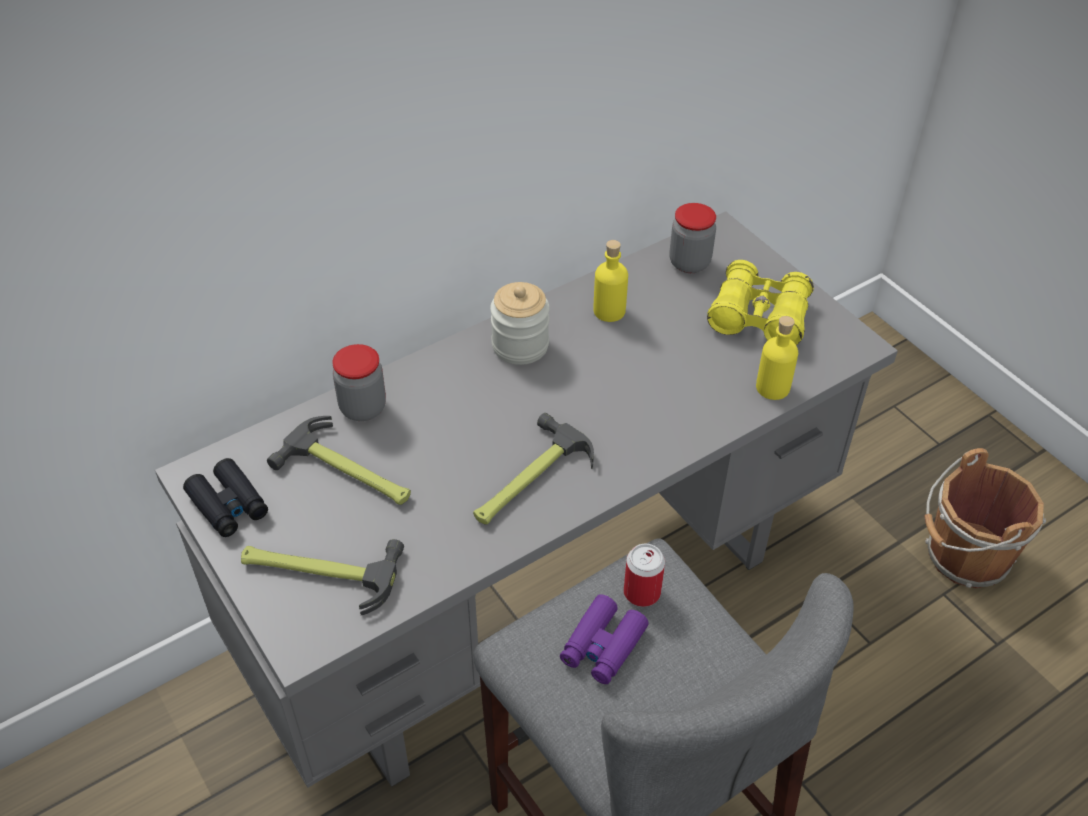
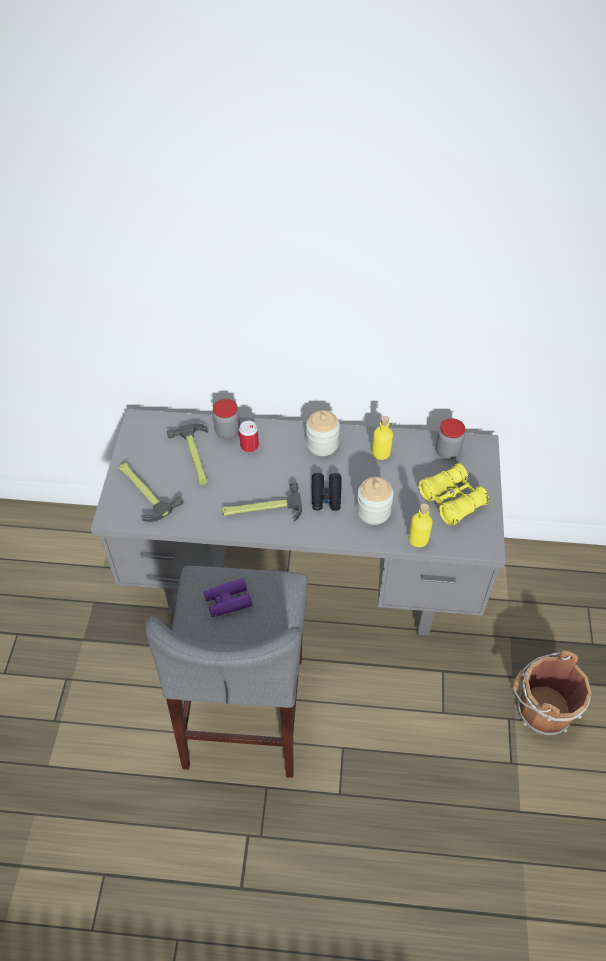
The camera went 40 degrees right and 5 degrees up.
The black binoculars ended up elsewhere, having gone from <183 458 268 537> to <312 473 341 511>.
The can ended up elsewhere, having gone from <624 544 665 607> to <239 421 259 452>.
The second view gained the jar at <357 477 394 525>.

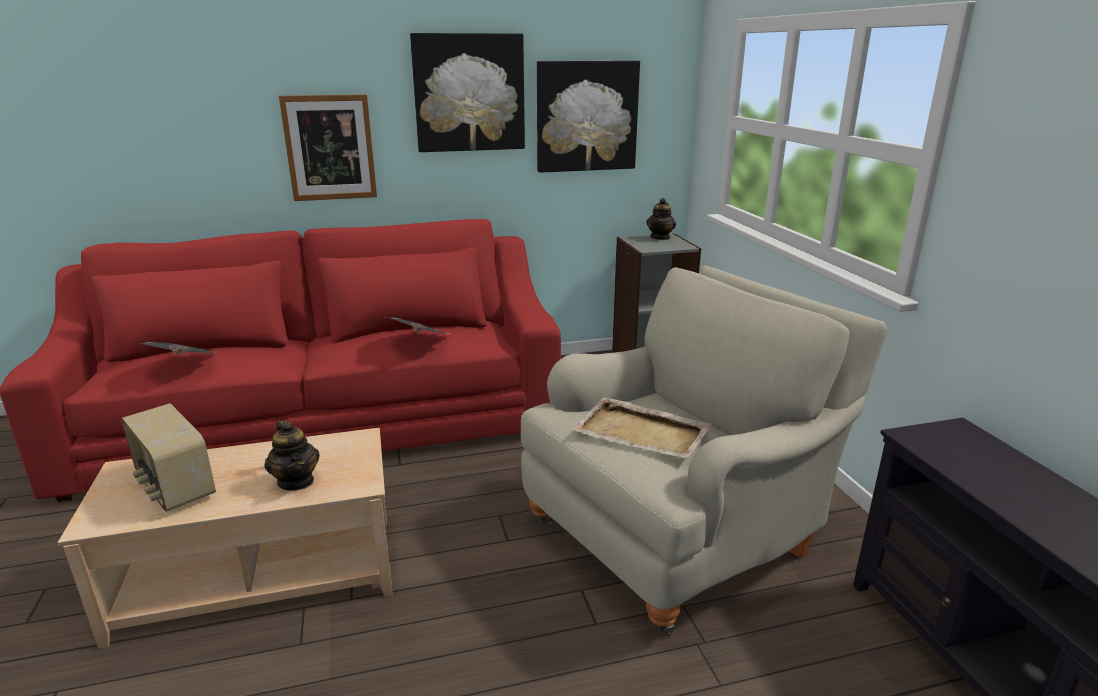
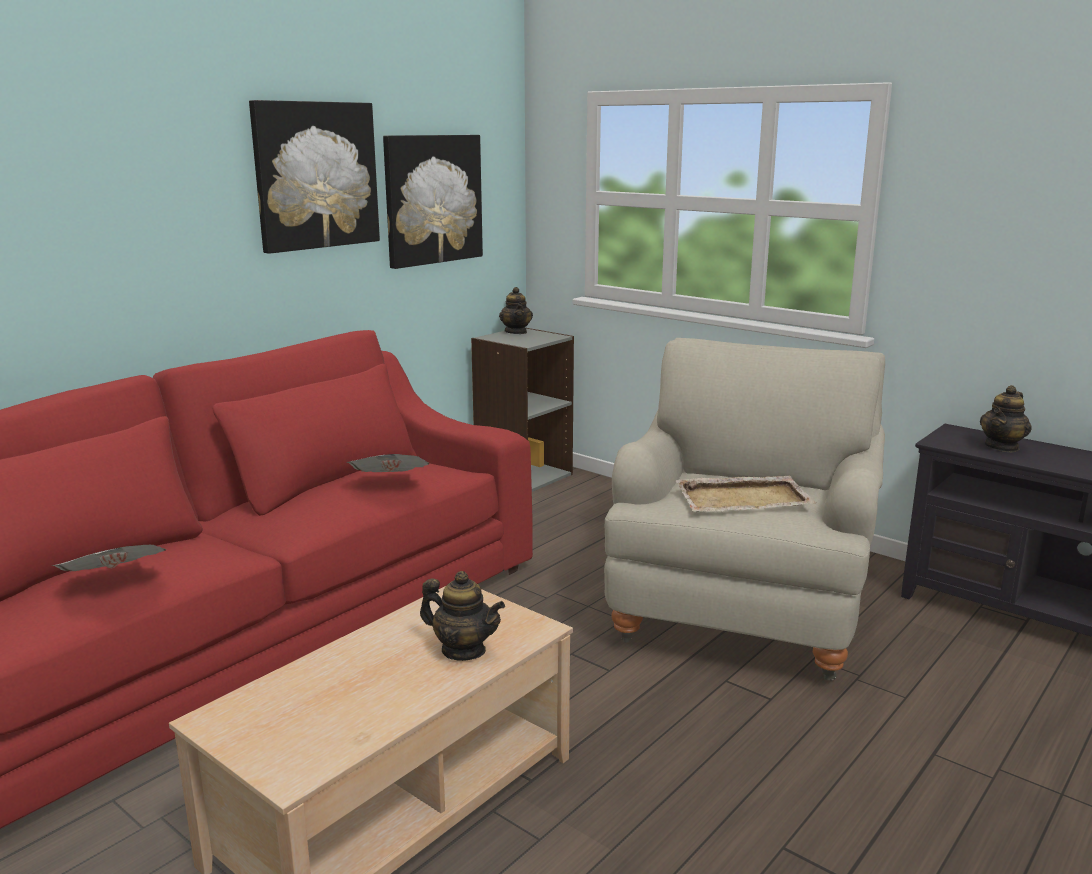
The camera went 35 degrees left and 5 degrees down.
The second view lost the radio at <121 403 216 512>.
The second view lost the picture at <279 94 377 201>.
The second view gained the teapot at <980 385 1032 453>.

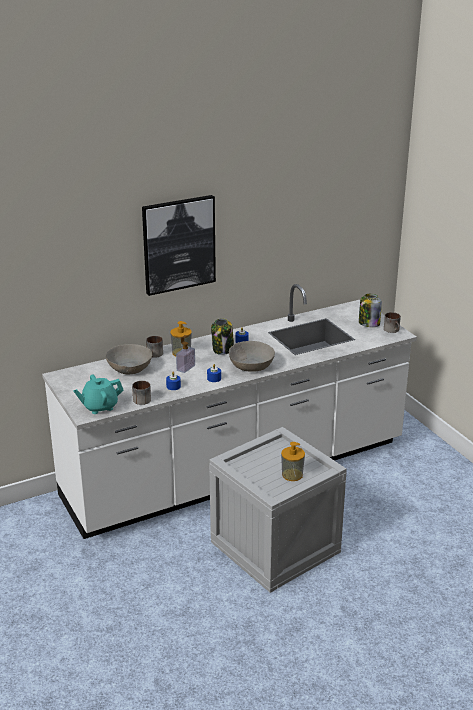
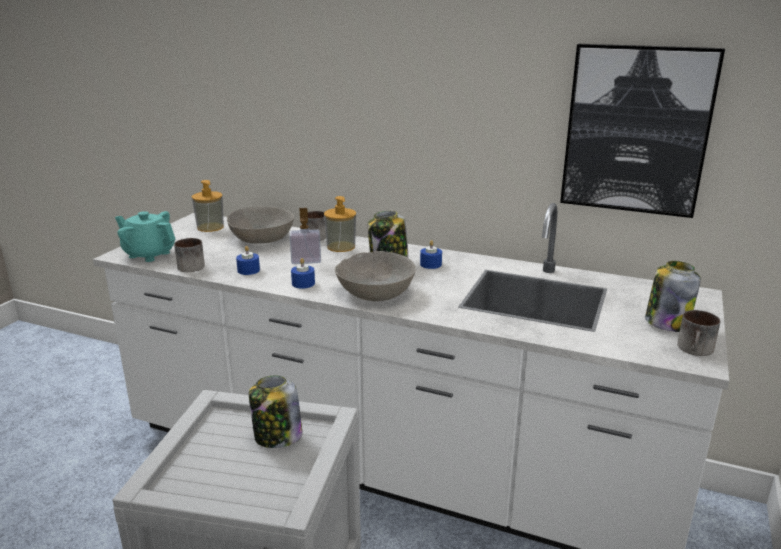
The camera went 50 degrees right and 5 degrees down.
The picture ended up elsewhere, having gone from <142 195 216 296> to <560 44 725 218>.
The soap dispenser ended up elsewhere, having gone from <281 442 305 481> to <192 180 224 232>.
The second view gained the jar at <249 376 303 448>.

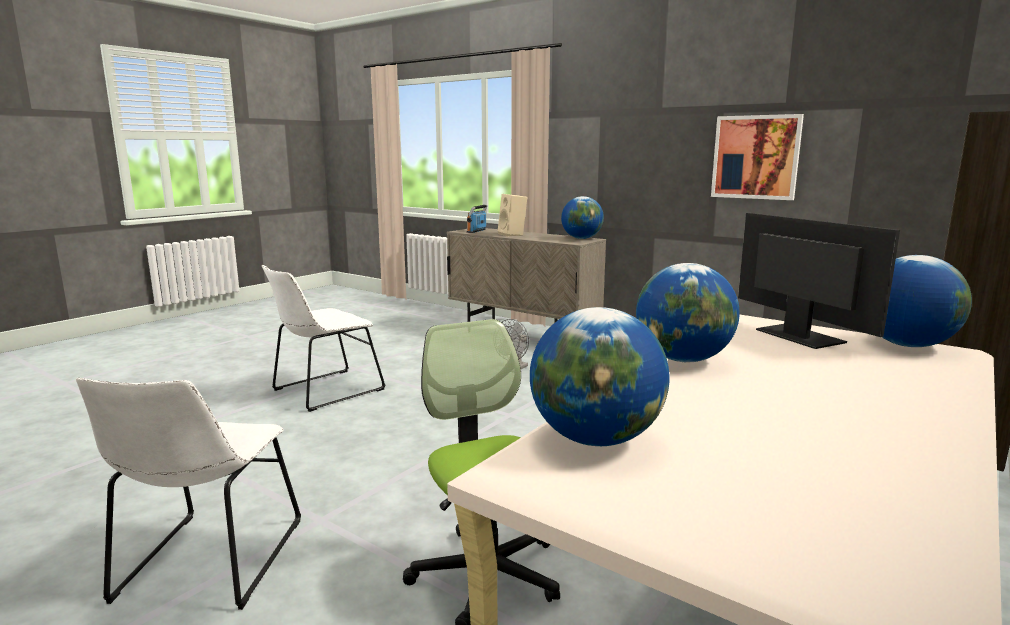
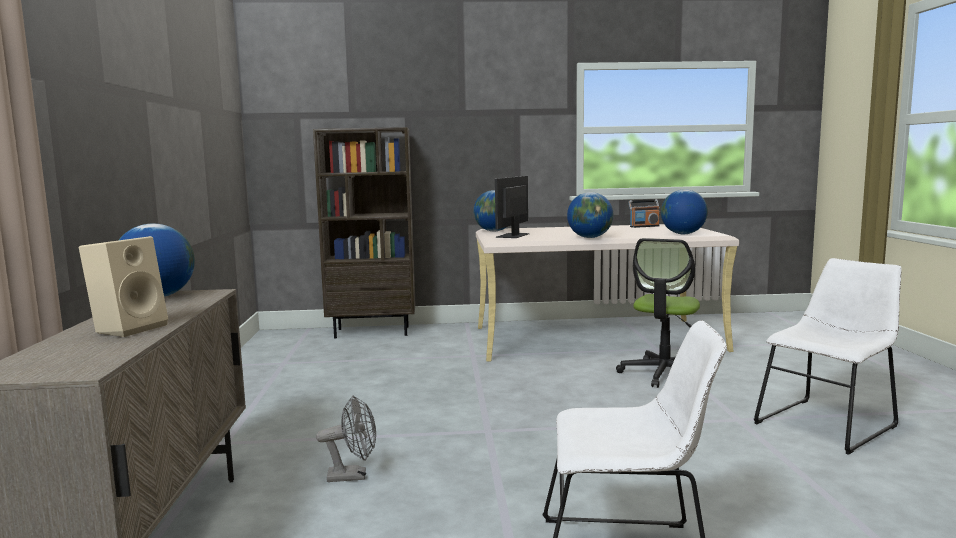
The camera went 130 degrees left and 5 degrees down.
The radio ended up elsewhere, having gone from <467 205 487 233> to <628 199 660 228>.
The second view lost the picture at <711 114 804 200>.

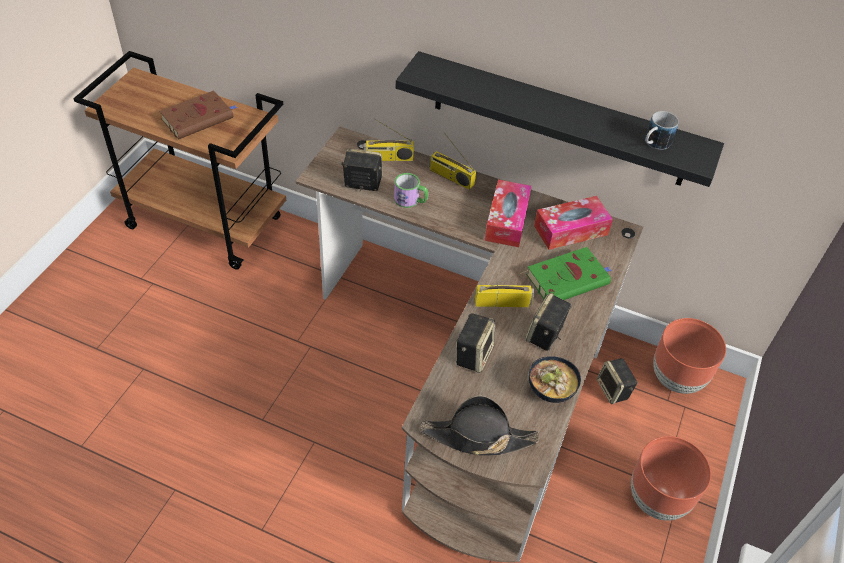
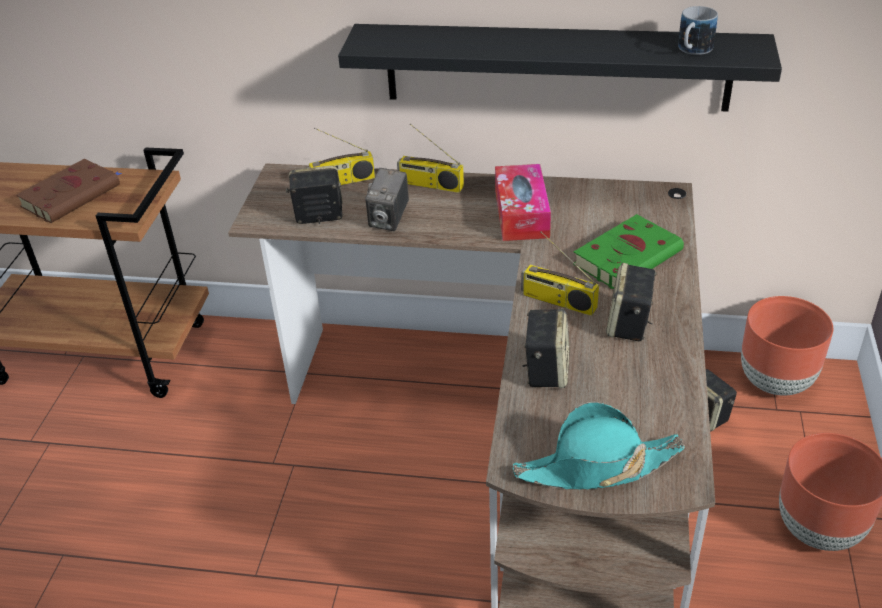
The camera went 10 degrees left and 10 degrees down.
Where the mug stood at <394 173 428 208>, the photo camera came to stand at <366 168 409 231>.
What was the black hat at <420 396 539 456> turned into the turquoise hat at <512 402 685 490>.
The radio at <475 270 534 307> ended up facing another way, 135 degrees counterclockwise from before.
The second view lost the bowl at <529 356 581 403>.
The second view lost the tissue box at <534 196 613 250>.

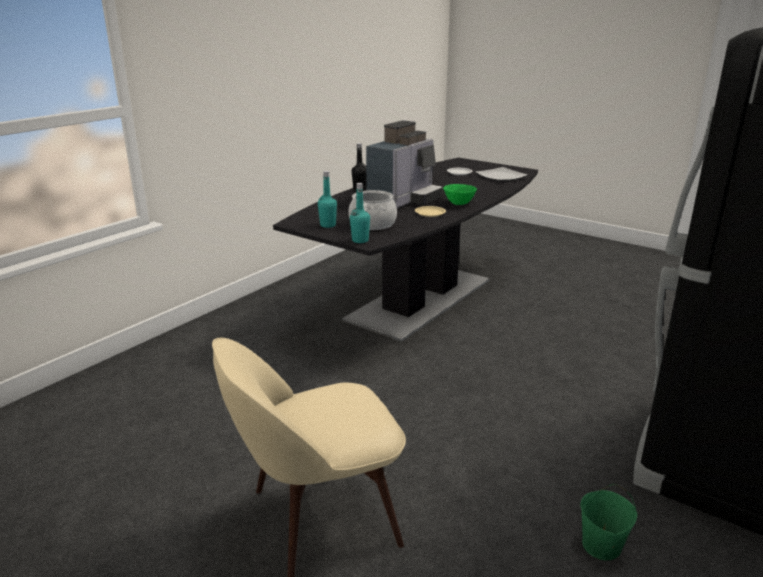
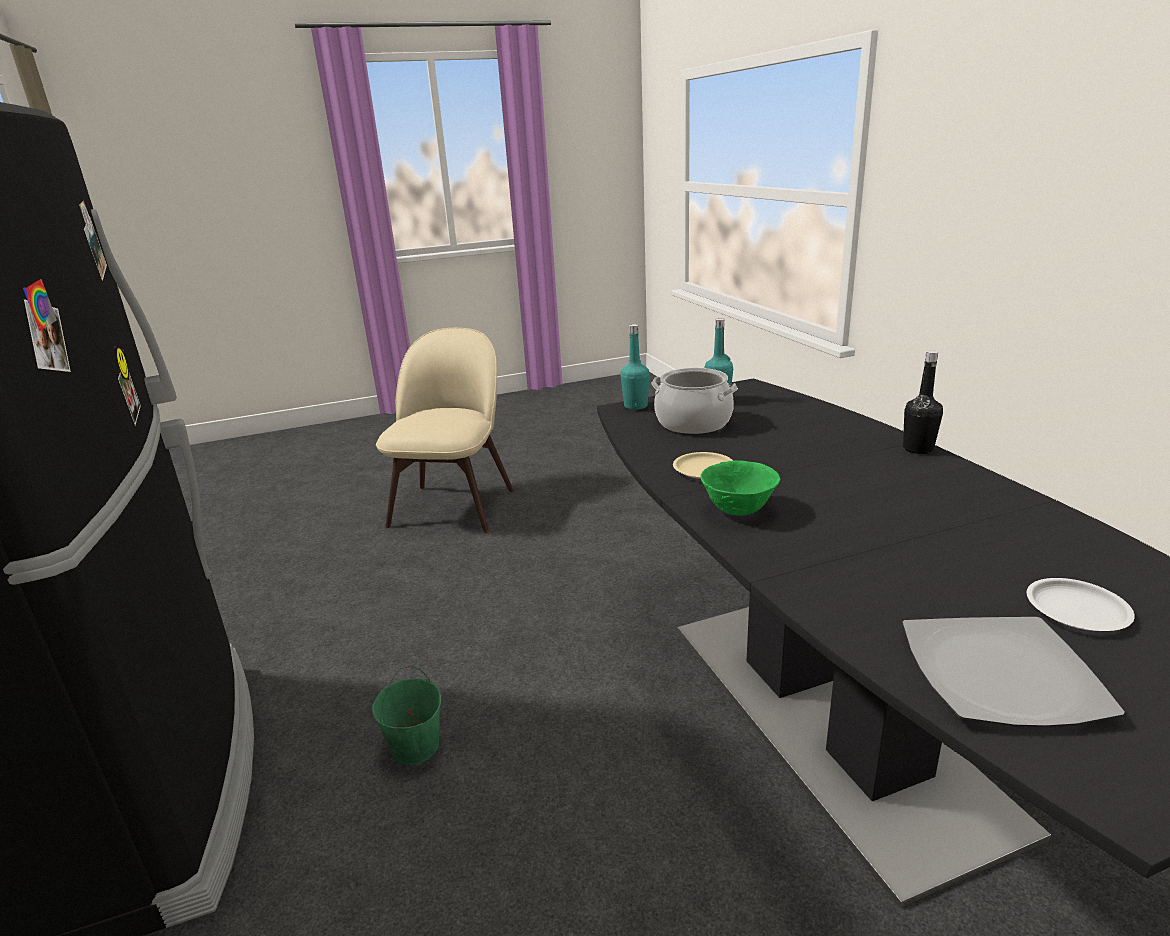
The camera went 125 degrees right and 0 degrees up.
The second view lost the coffee machine at <366 120 443 208>.
The green bucket ended up elsewhere, having gone from <580 484 637 561> to <372 666 441 765>.

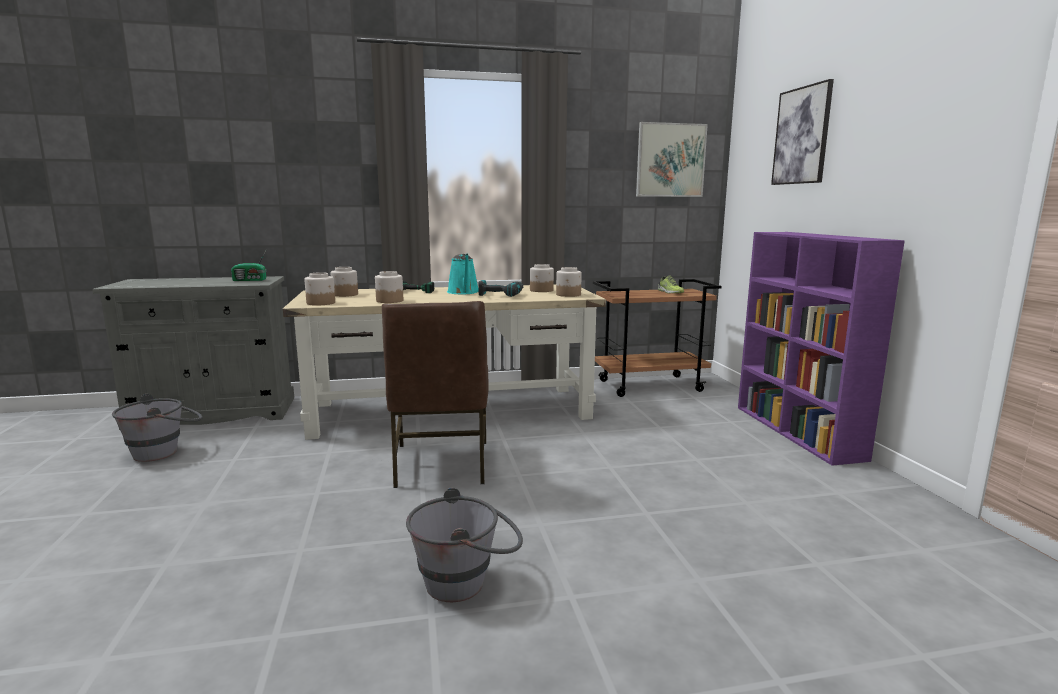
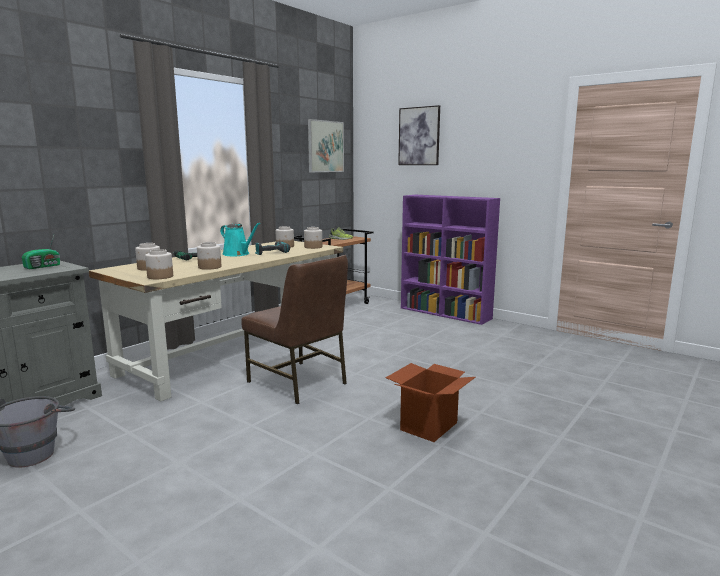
The camera went 40 degrees left and 0 degrees up.
Where the grey bucket stood at <406 487 523 602>, the cardboard box came to stand at <385 363 476 442>.

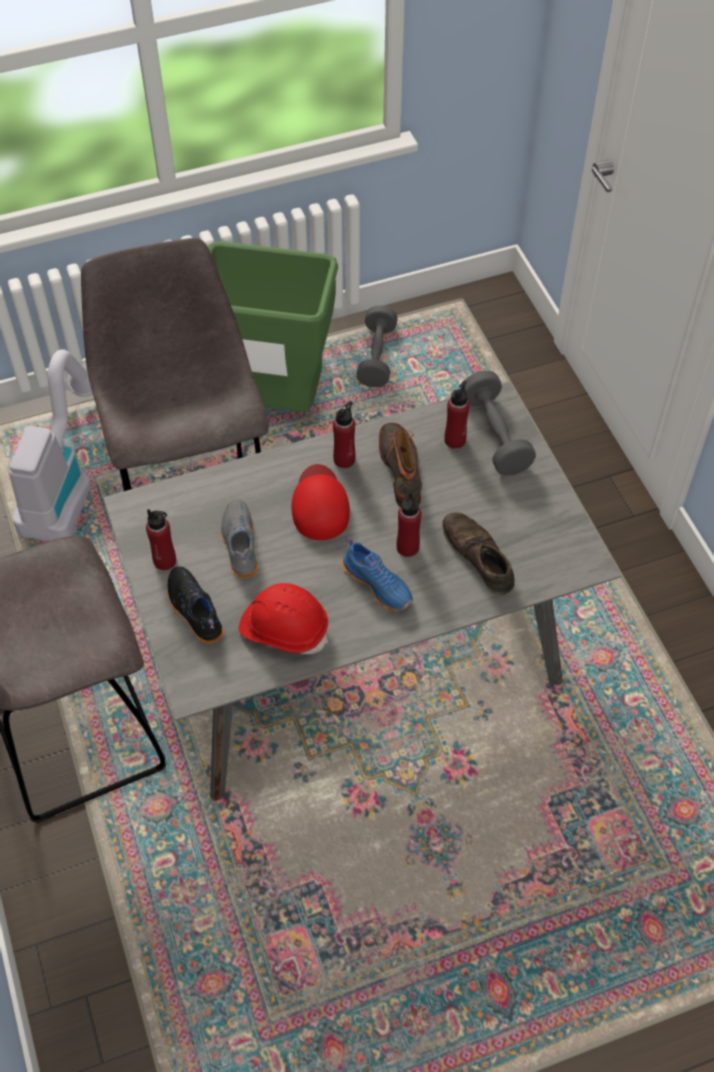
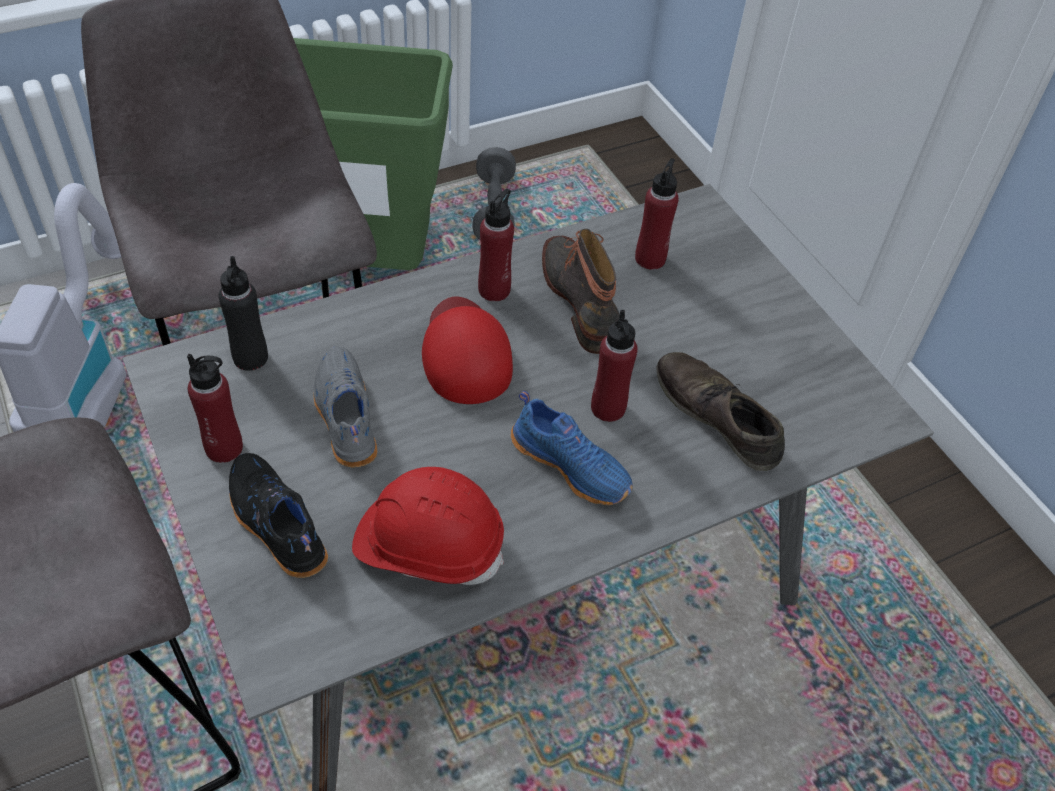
The camera went 10 degrees left and 5 degrees down.
The second view lost the grey dumbbell at <460 370 536 476>.
The second view gained the black bottle at <218 256 268 371>.

